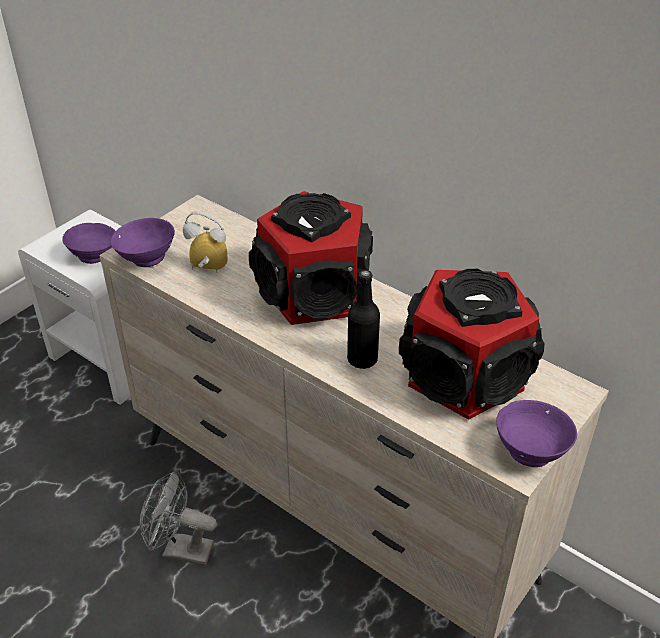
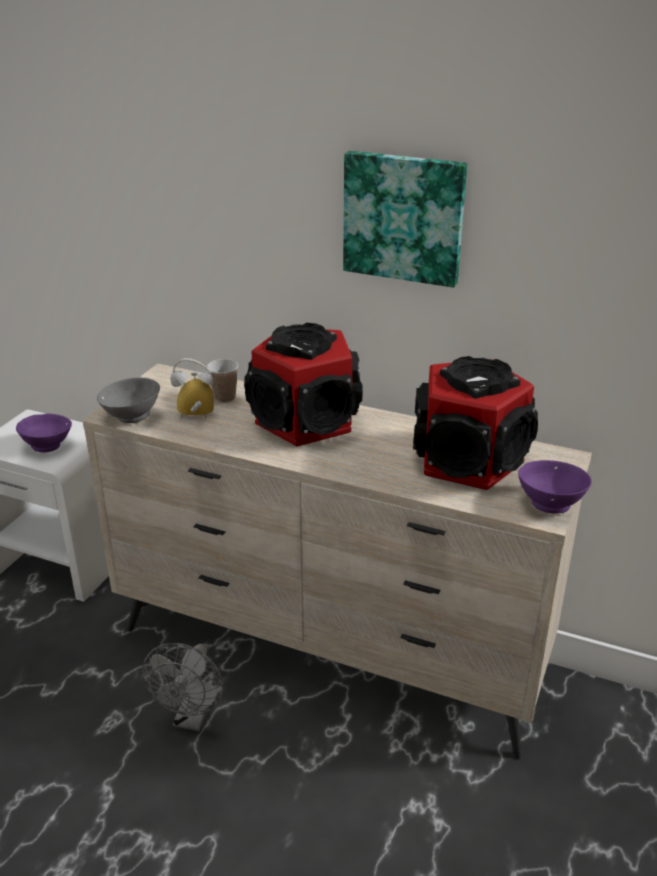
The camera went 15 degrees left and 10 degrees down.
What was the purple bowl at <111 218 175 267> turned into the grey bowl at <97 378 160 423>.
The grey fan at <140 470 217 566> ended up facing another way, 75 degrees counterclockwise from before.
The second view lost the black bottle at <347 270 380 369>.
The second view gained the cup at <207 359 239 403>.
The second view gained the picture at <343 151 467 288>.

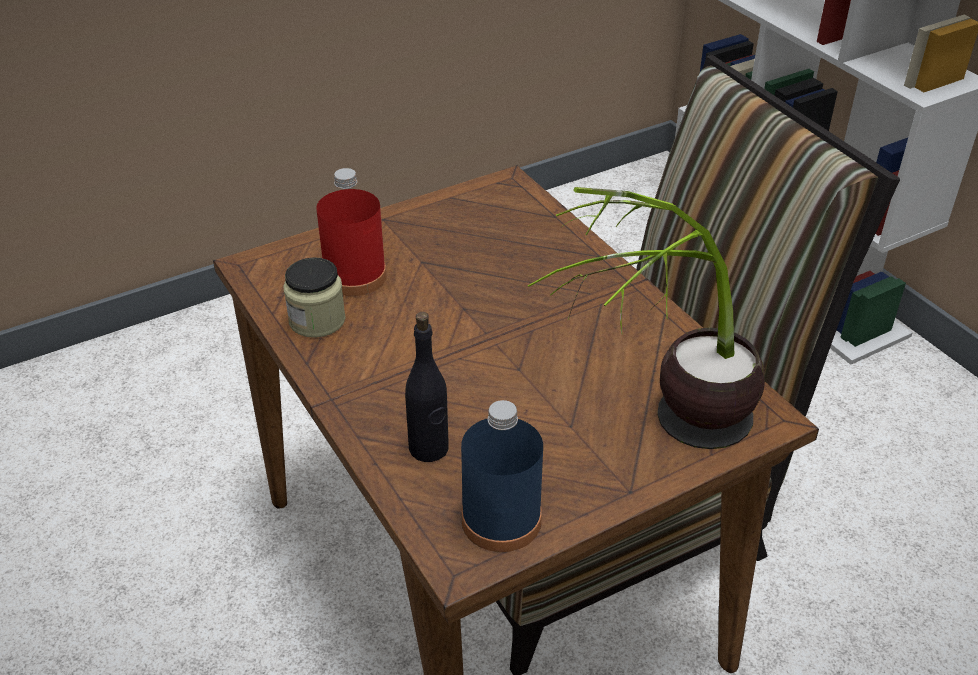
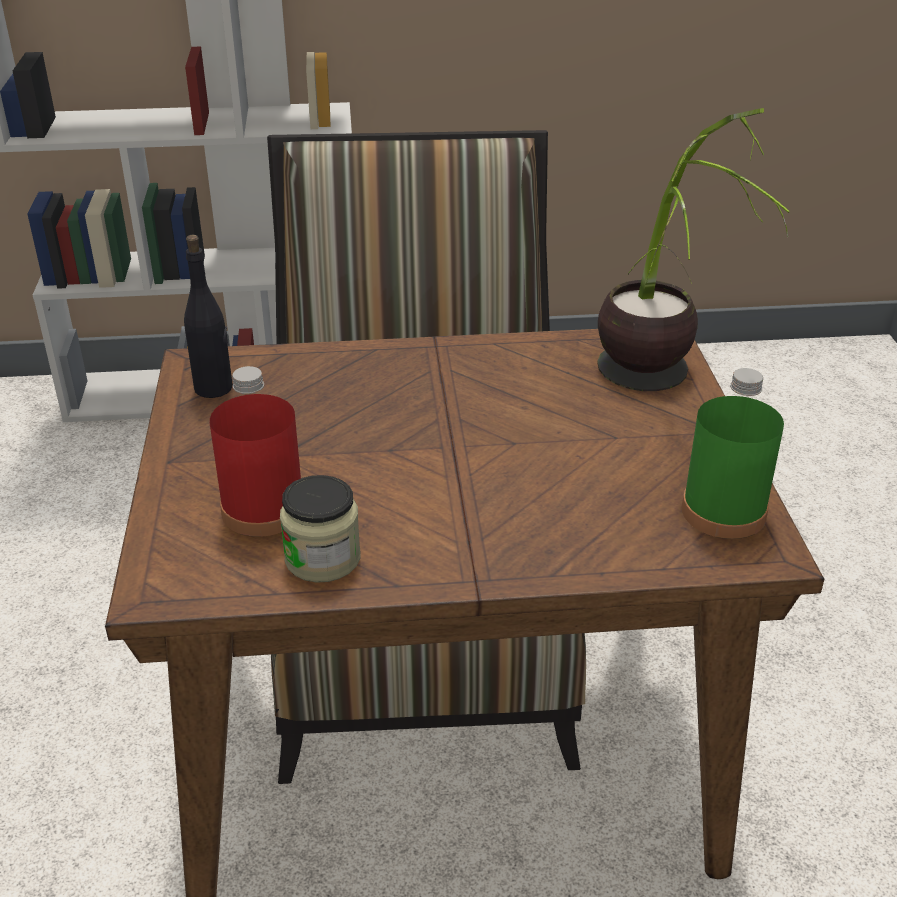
The camera went 65 degrees left and 5 degrees down.
The black bottle ended up elsewhere, having gone from <405 312 449 462> to <184 235 233 398>.
What was the blue bottle at <461 400 543 552> turned into the green bottle at <682 368 784 539>.

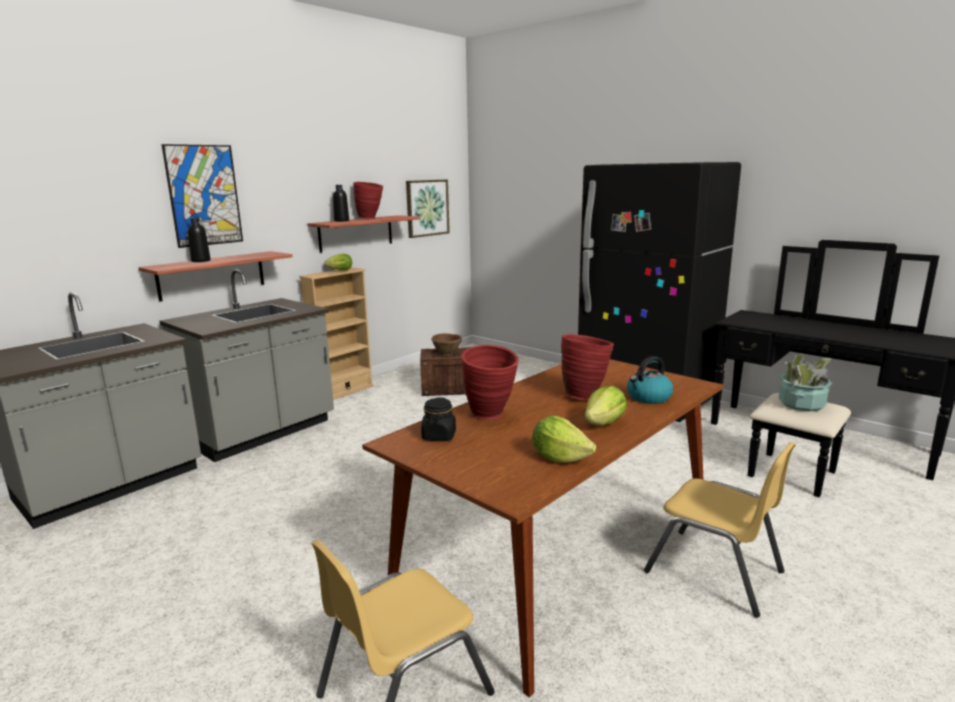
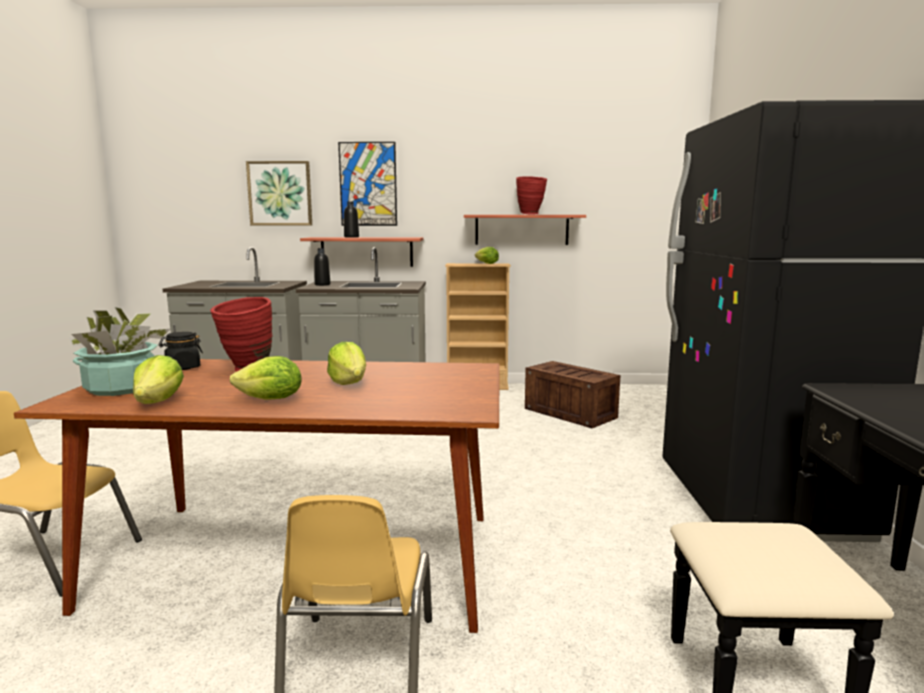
The camera went 50 degrees right and 5 degrees down.
The black bottle ended up elsewhere, having gone from <333 185 349 222> to <314 248 330 286>.
The picture ended up elsewhere, having gone from <406 180 450 238> to <246 161 312 225>.
The second view lost the brown bowl at <431 333 462 355>.
Where the red vase stood at <561 334 614 400>, the lettuce came to stand at <327 342 366 385>.
The second view lost the kettle at <627 356 673 404>.
The potted plant ended up elsewhere, having gone from <779 354 834 412> to <69 307 172 396>.

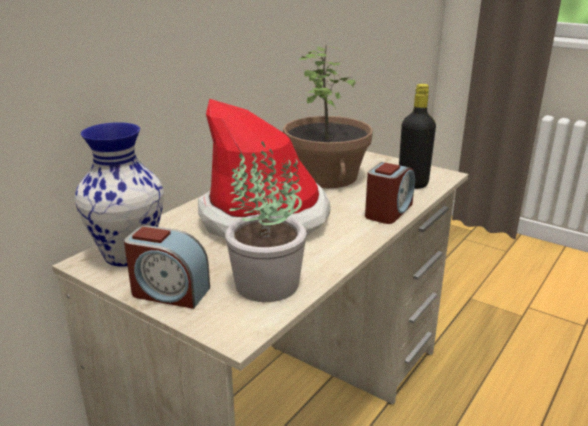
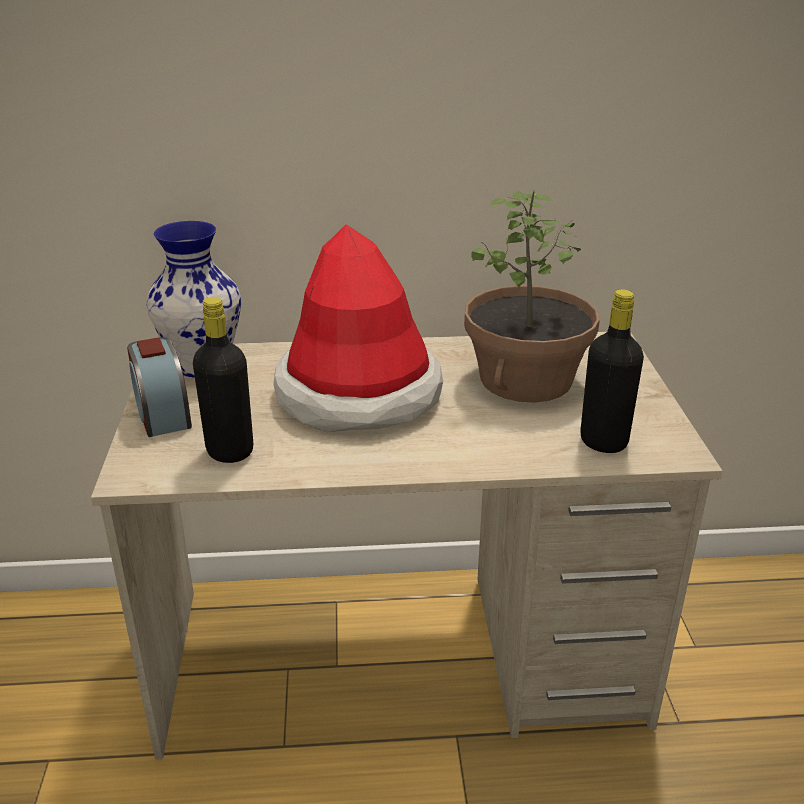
The camera went 50 degrees right and 5 degrees up.
Where the potted plant stood at <225 141 307 302>, the black bottle came to stand at <193 297 253 463>.
The second view lost the alarm clock at <365 162 415 224>.

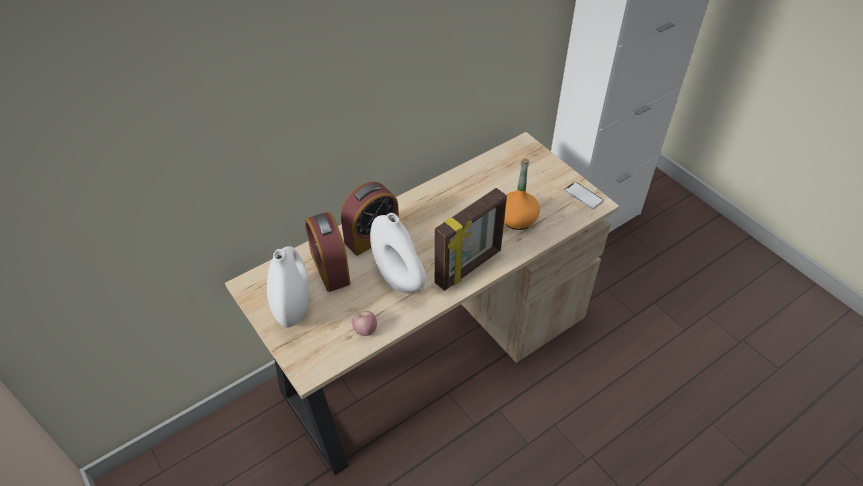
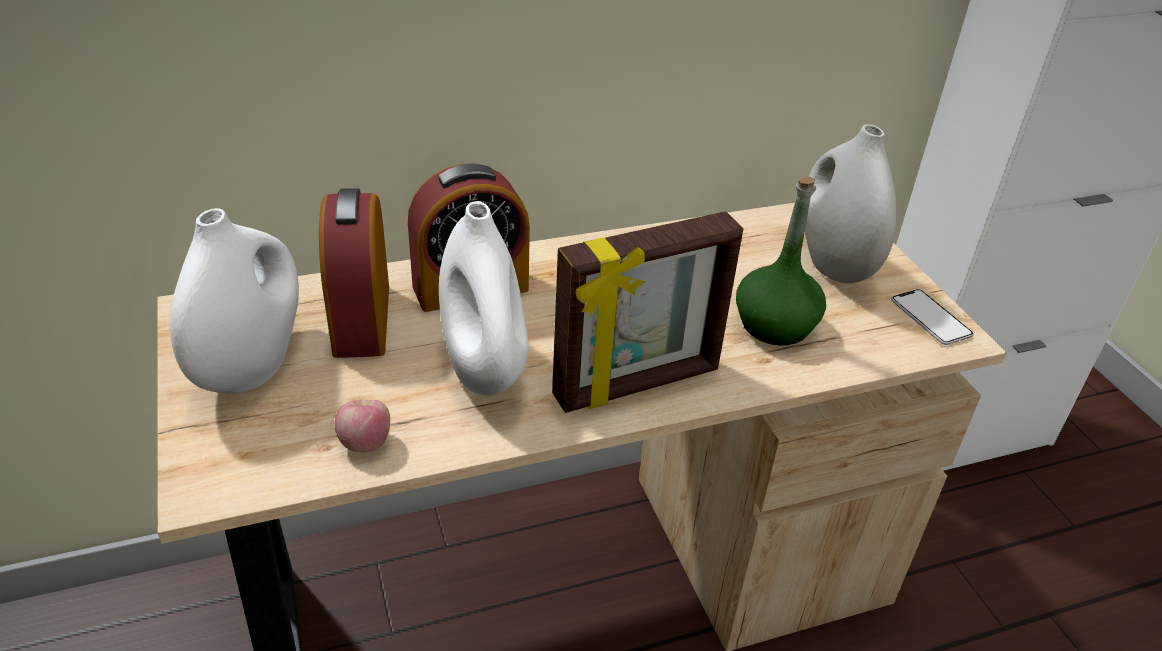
The camera went 15 degrees right and 10 degrees down.
What was the orange bottle at <504 158 540 230> turned into the green bottle at <736 177 826 346>.
The second view gained the white vase at <805 125 897 283>.

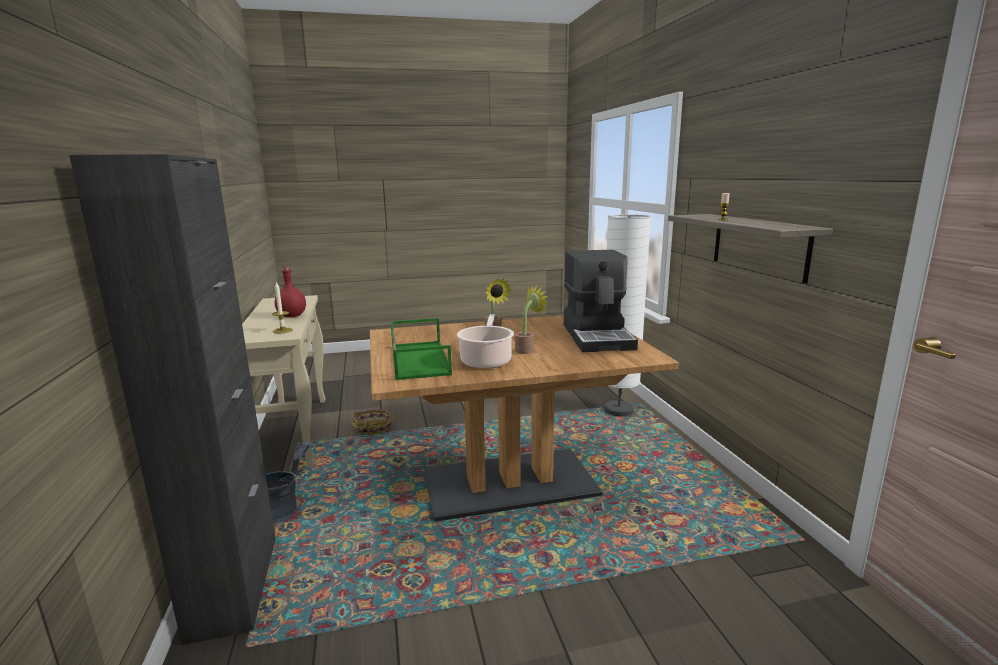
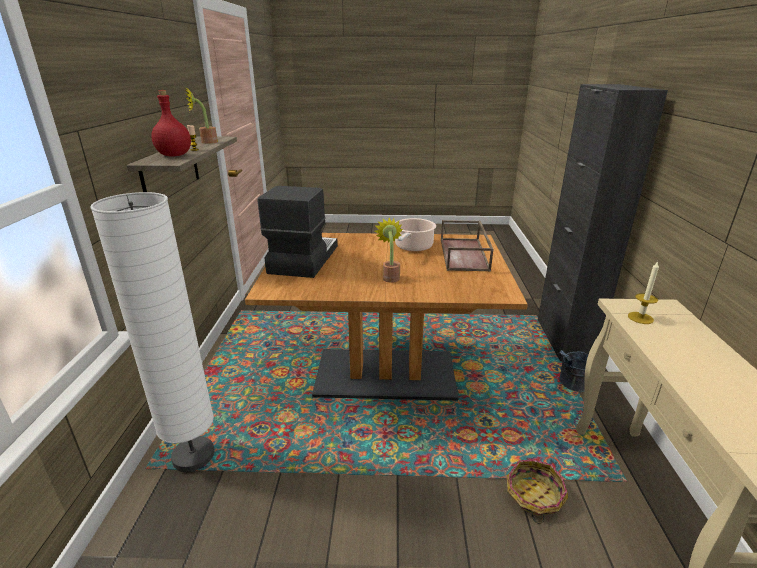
The camera went 165 degrees left and 10 degrees up.
The red bottle ended up elsewhere, having gone from <275 266 306 317> to <151 90 191 156>.
What was the green tray at <391 318 452 380> turned into the brown tray at <441 220 494 272>.
The potted plant ended up elsewhere, having gone from <515 286 549 354> to <185 88 218 144>.

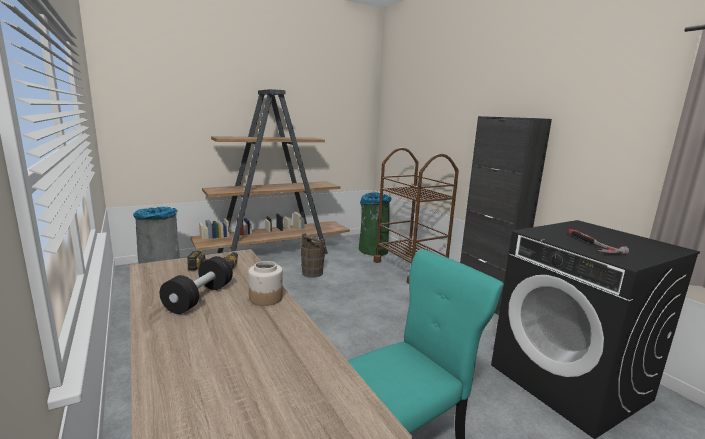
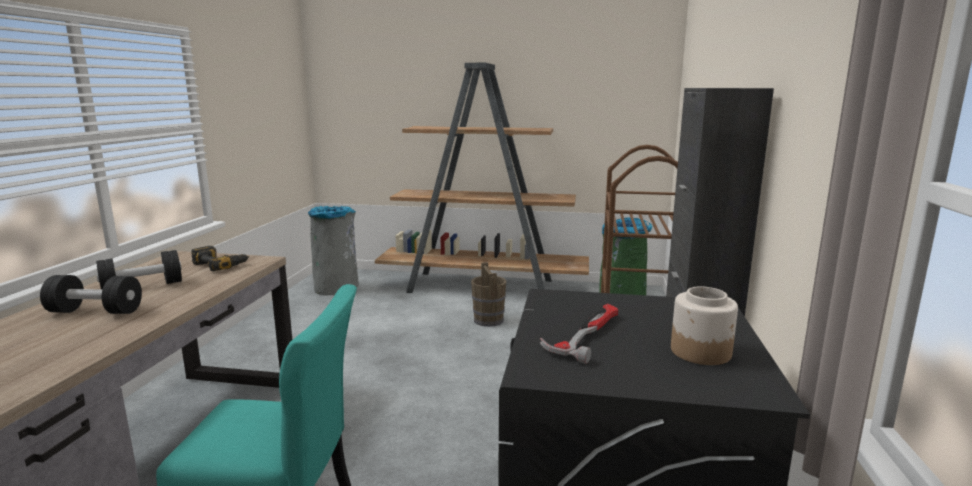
The camera went 40 degrees right and 0 degrees up.
The jar ended up elsewhere, having gone from <248 261 283 306> to <671 287 738 365>.
The second view gained the black dumbbell at <40 275 142 314>.

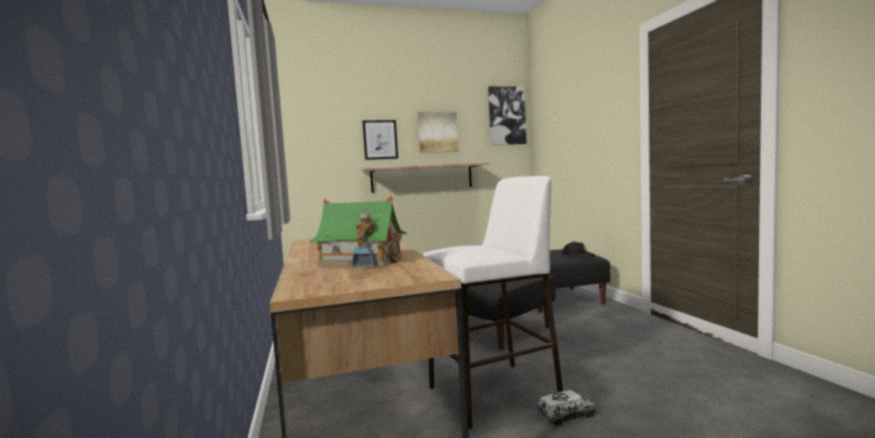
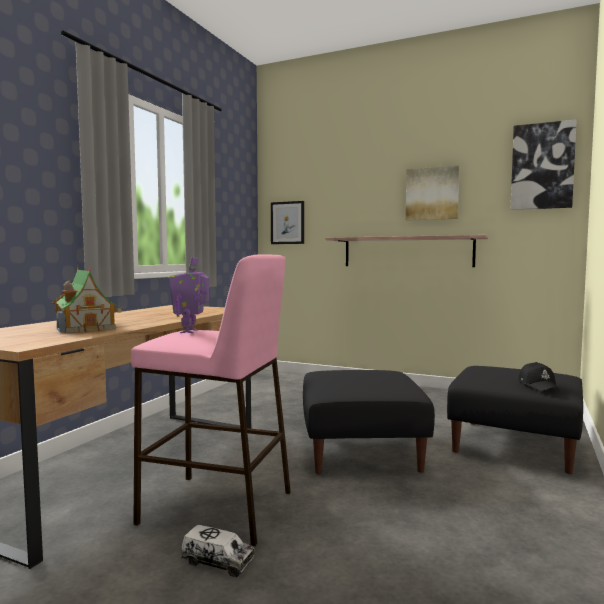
The camera went 40 degrees right and 0 degrees up.
The picture ended up elsewhere, having gone from <362 120 398 160> to <271 201 304 244>.
What was the white stool at <423 176 563 429> turned into the pink stool at <131 255 291 546>.
The second view gained the toy robot at <169 257 209 333>.

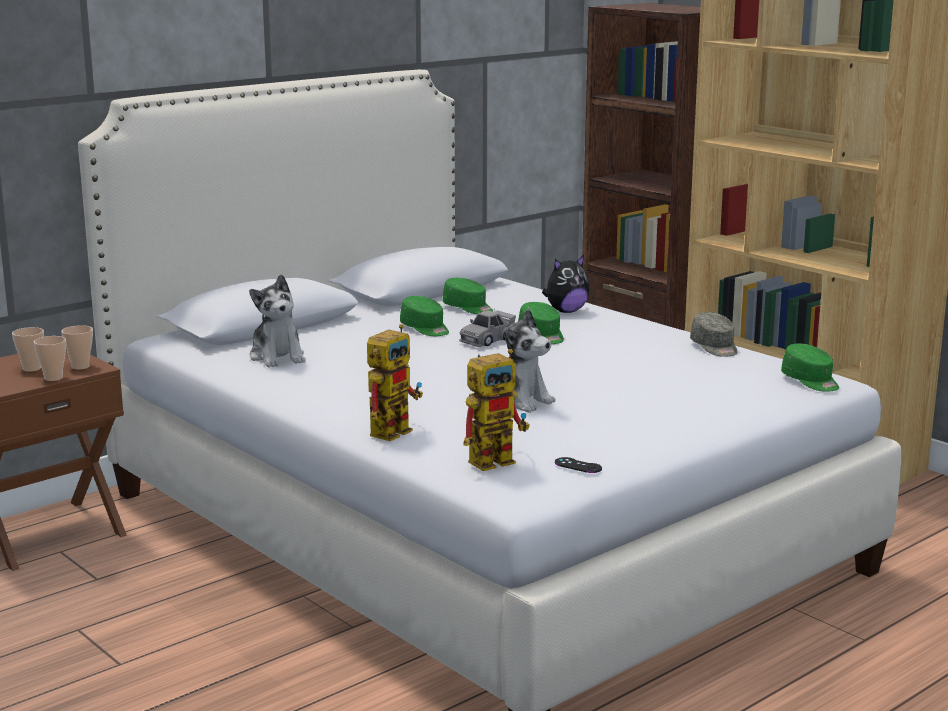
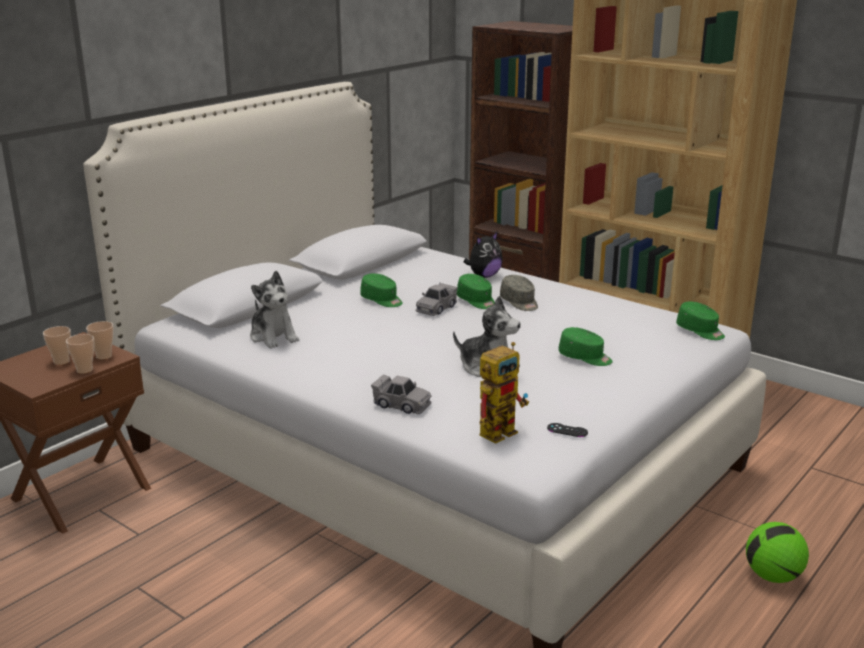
The camera went 10 degrees left and 5 degrees up.
Where the toy robot stood at <367 324 423 441>, the grey toy car came to stand at <371 374 432 414>.
The green cap ended up elsewhere, having gone from <442 278 493 314> to <559 327 613 366>.
The grey cap ended up elsewhere, having gone from <690 312 737 357> to <500 275 538 311>.
The second view gained the football at <746 522 809 583>.

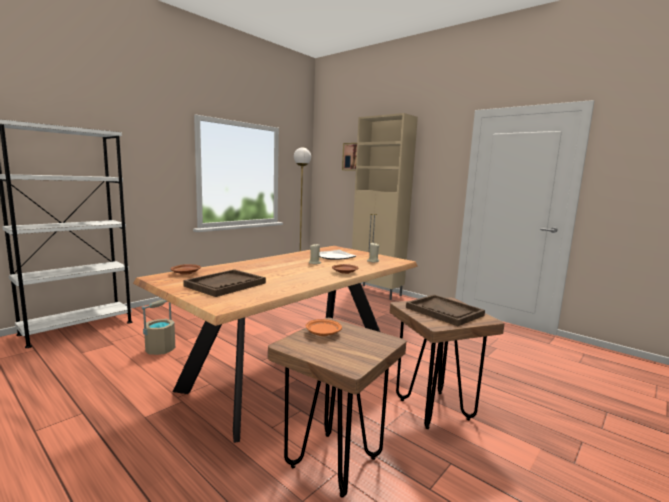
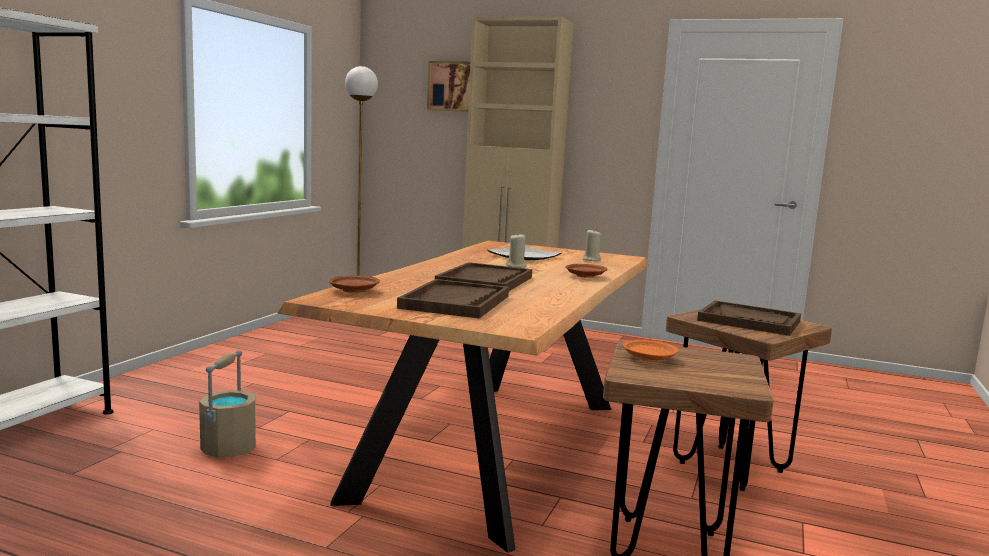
The camera went 20 degrees left and 0 degrees up.
The second view gained the brown tray at <435 262 532 291>.

